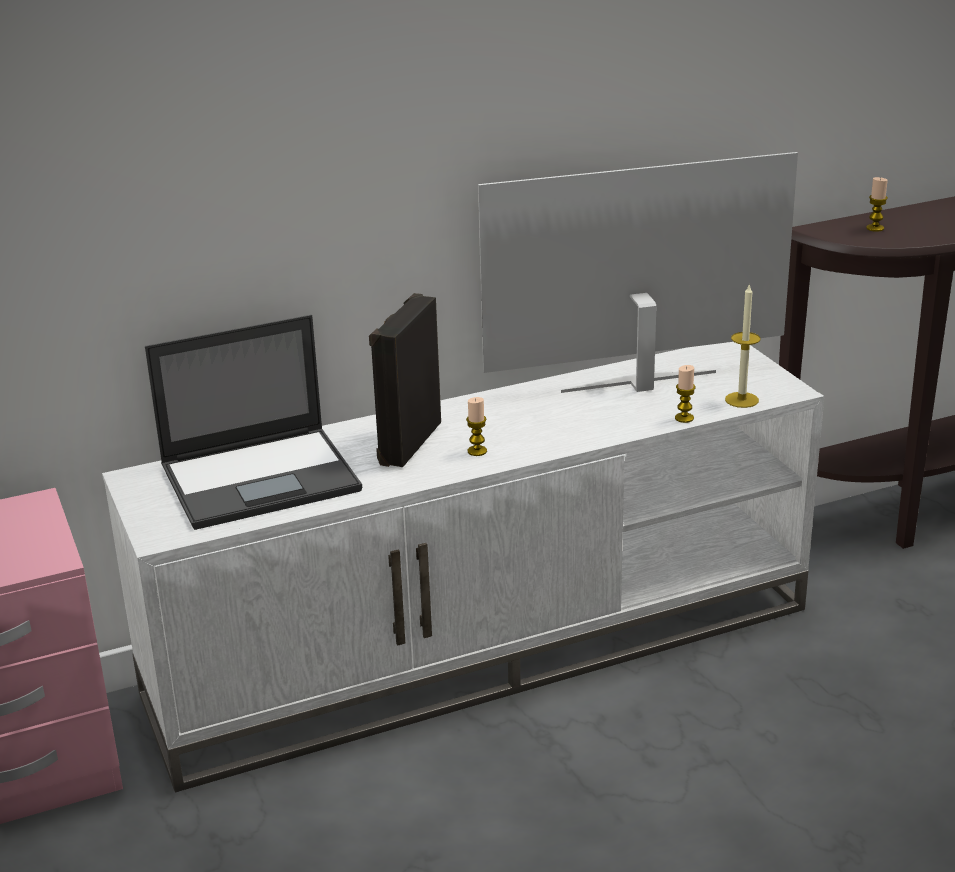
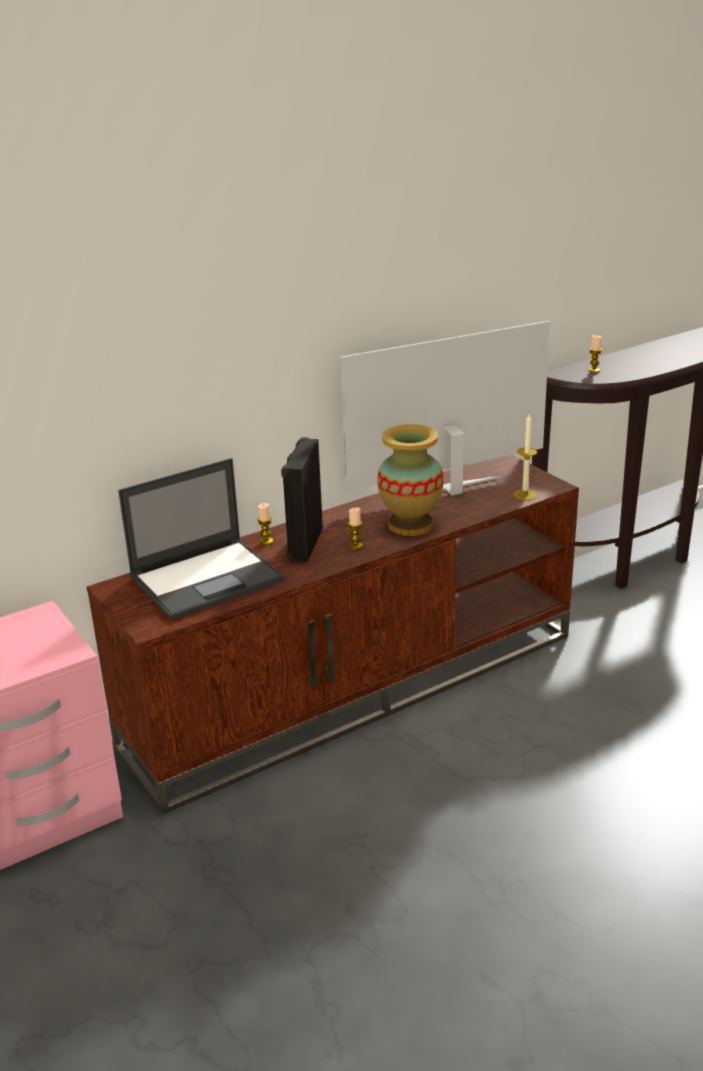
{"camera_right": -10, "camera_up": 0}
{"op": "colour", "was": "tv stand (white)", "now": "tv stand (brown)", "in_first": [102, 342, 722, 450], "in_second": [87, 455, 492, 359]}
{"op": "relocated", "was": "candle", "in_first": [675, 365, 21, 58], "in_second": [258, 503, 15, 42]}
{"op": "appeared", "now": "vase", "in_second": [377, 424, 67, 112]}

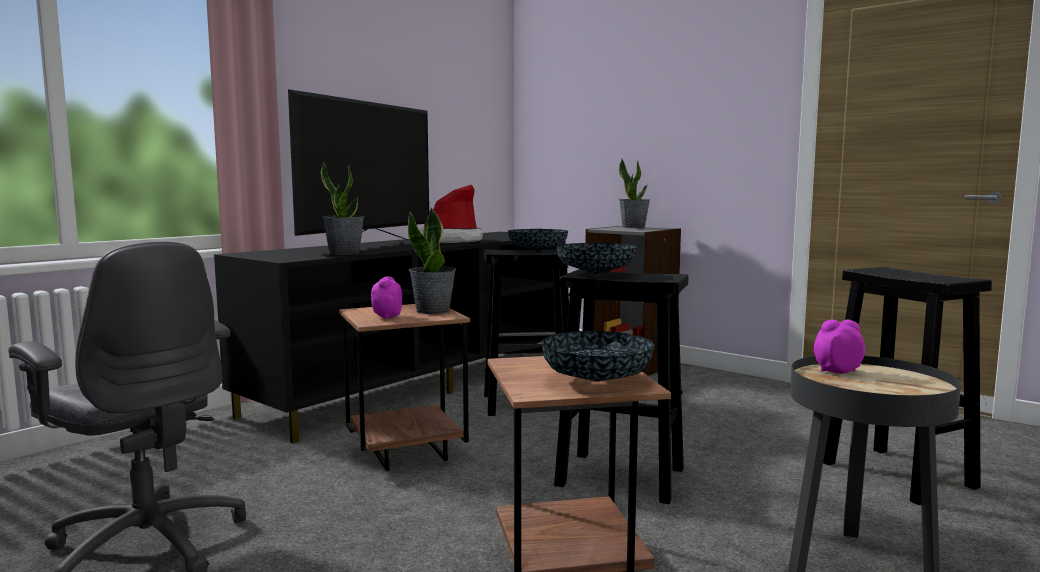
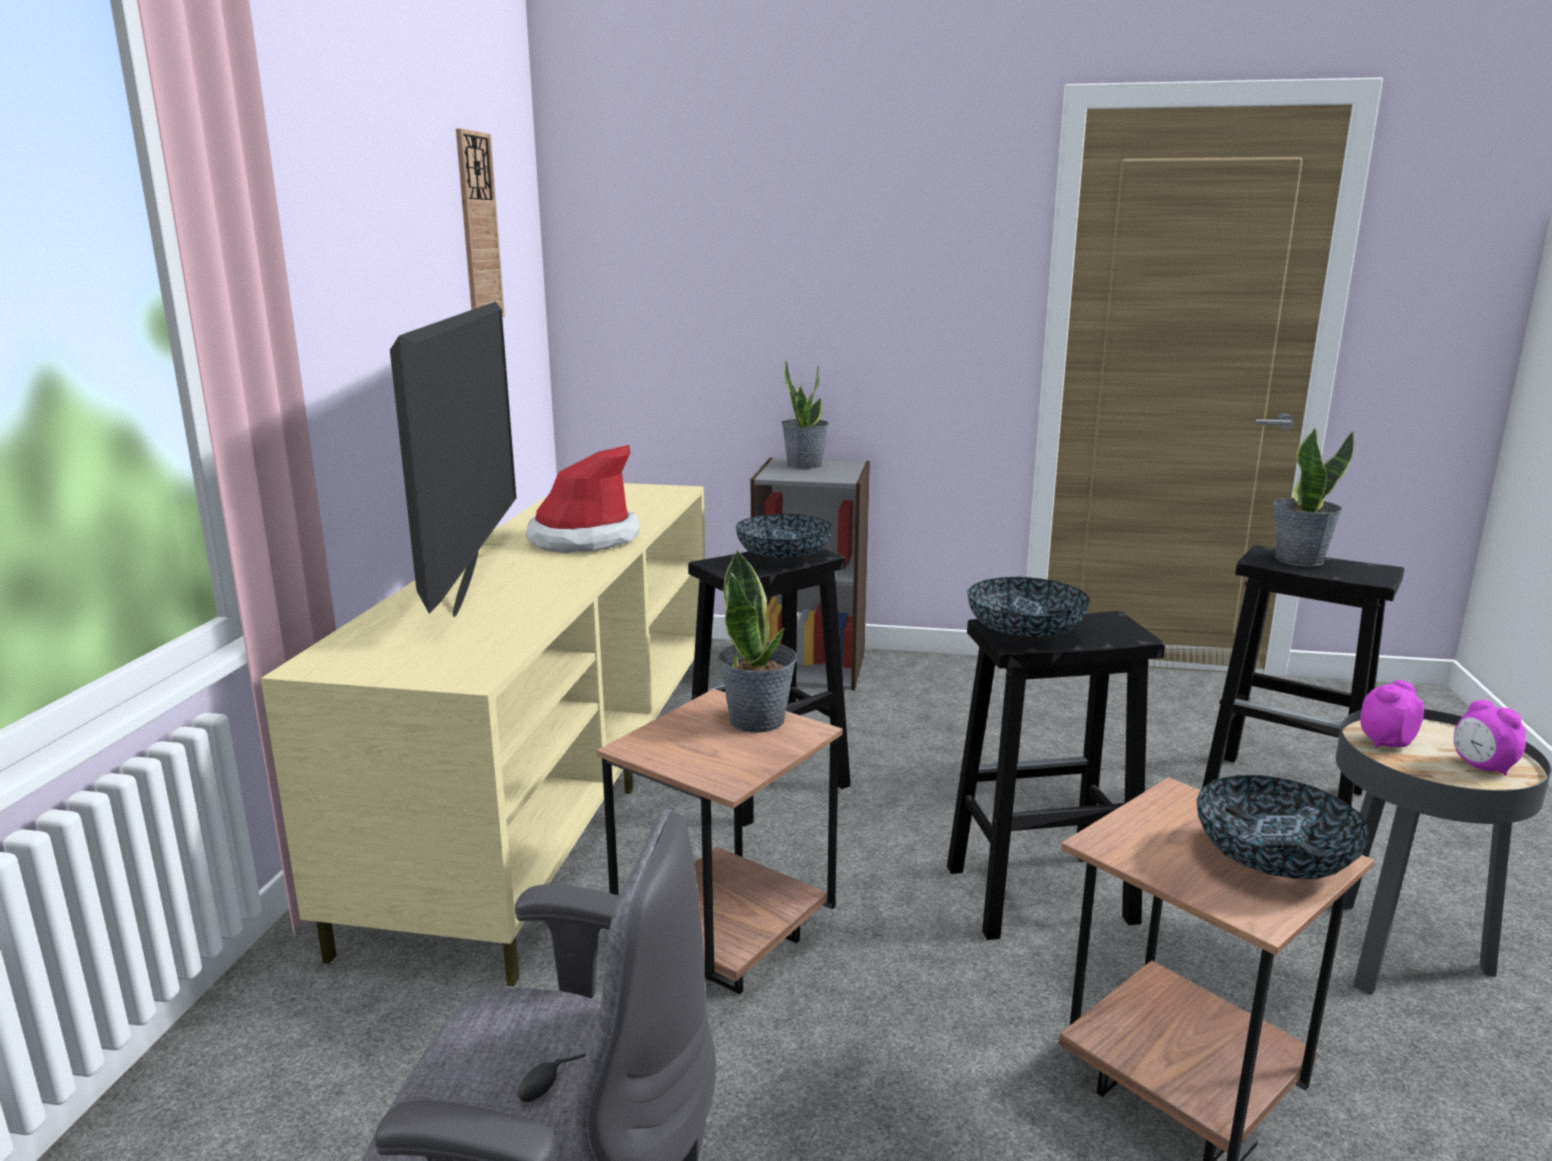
{"camera_right": -30, "camera_up": 10}
{"op": "colour", "was": "tv stand (black)", "now": "tv stand (beige)", "in_first": [214, 232, 351, 211], "in_second": [261, 483, 444, 504]}
{"op": "appeared", "now": "wall clock", "in_second": [456, 128, 49, 189]}
{"op": "relocated", "was": "potted plant", "in_first": [321, 162, 43, 93], "in_second": [1273, 428, 81, 138]}
{"op": "relocated", "was": "alarm clock", "in_first": [371, 276, 31, 43], "in_second": [1454, 700, 72, 75]}

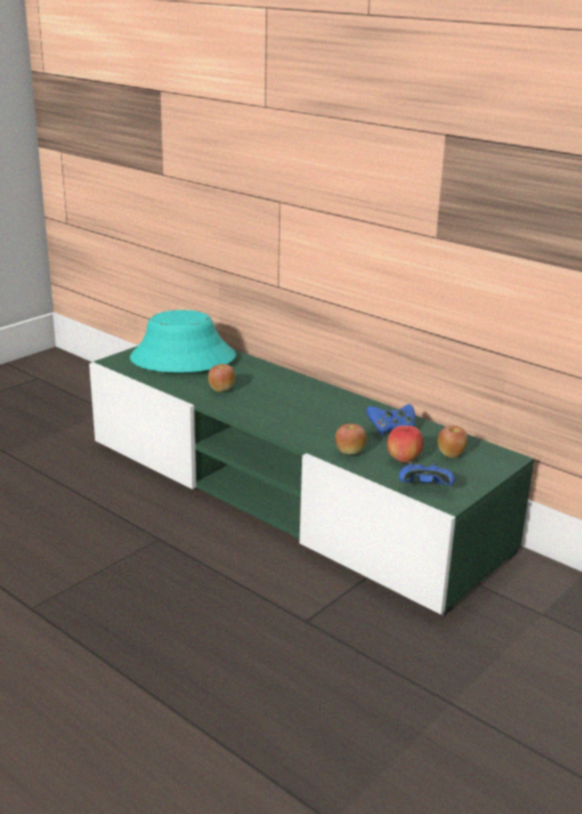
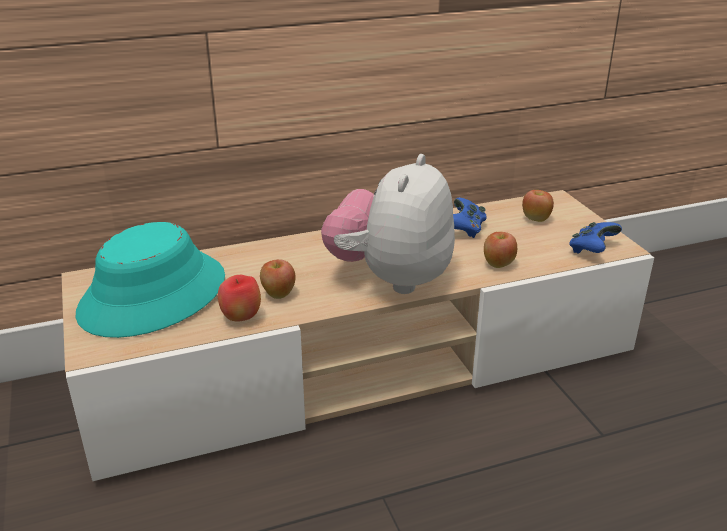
{"camera_right": -60, "camera_up": 5}
{"op": "colour", "was": "tv stand (green)", "now": "tv stand (beige)", "in_first": [89, 346, 445, 270], "in_second": [61, 190, 593, 291]}
{"op": "relocated", "was": "apple", "in_first": [387, 426, 36, 37], "in_second": [218, 275, 43, 46]}
{"op": "appeared", "now": "plush toy", "in_second": [321, 154, 134, 140]}

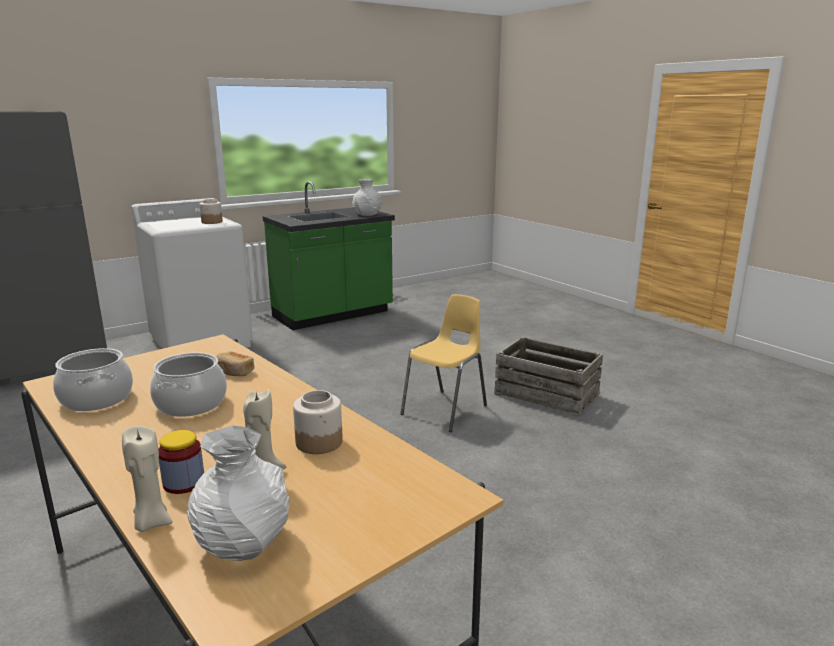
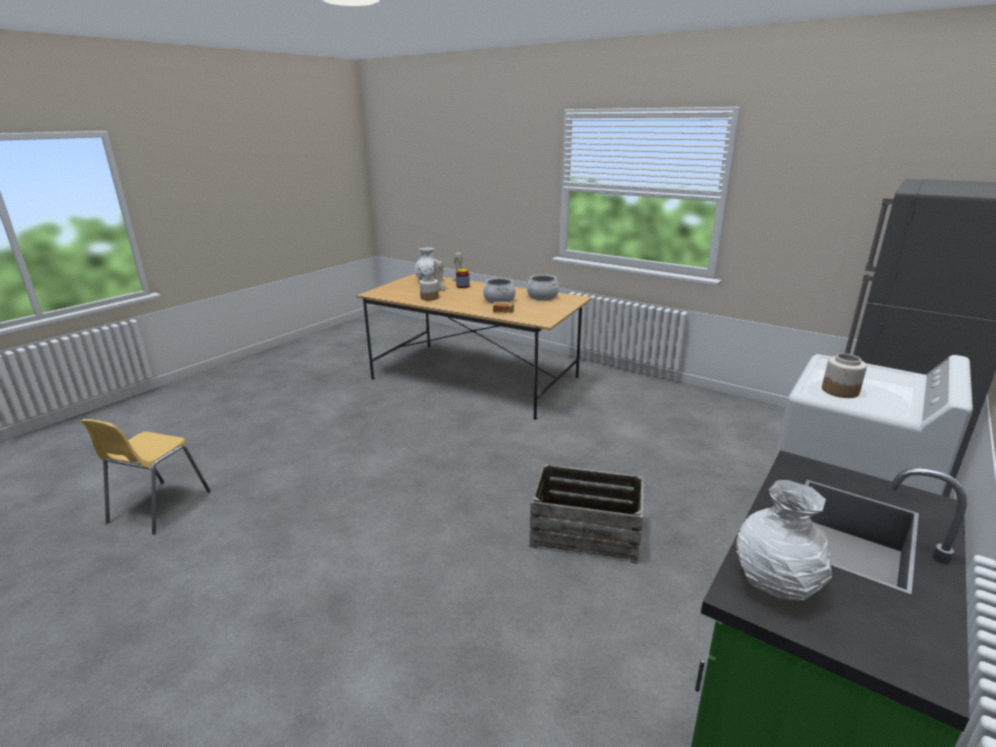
{"camera_right": 160, "camera_up": 5}
{"op": "relocated", "was": "chair (yellow)", "in_first": [401, 294, 86, 138], "in_second": [81, 419, 130, 115]}
{"op": "relocated", "was": "crate", "in_first": [494, 337, 109, 80], "in_second": [530, 464, 114, 100]}

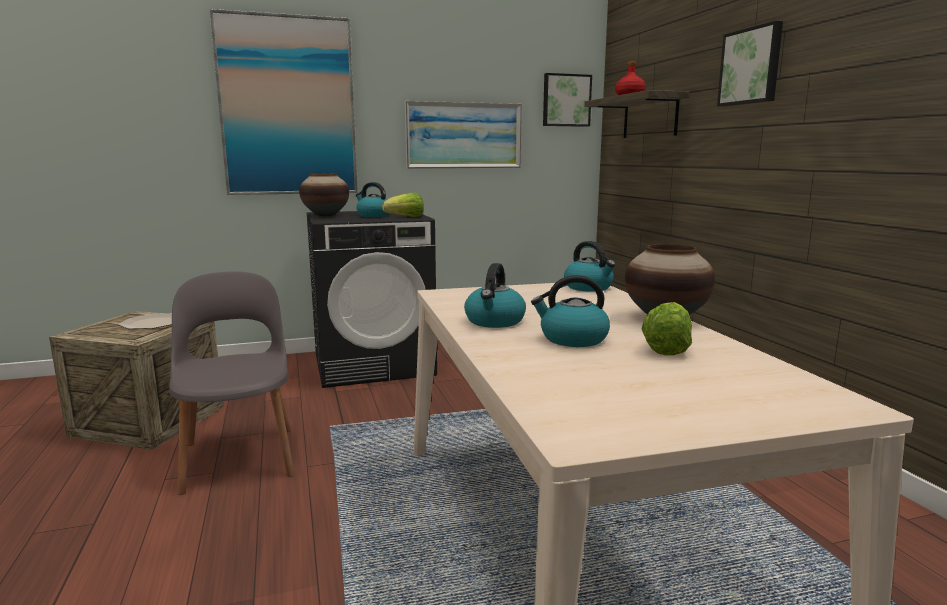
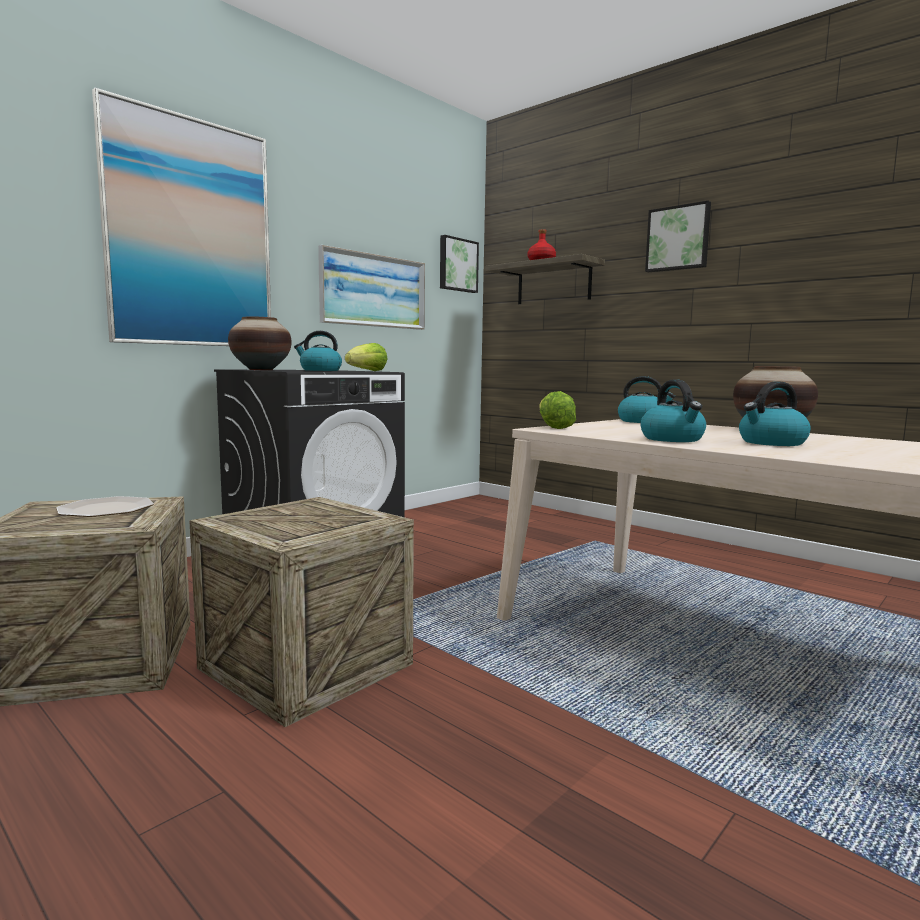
{"camera_right": -30, "camera_up": -5}
{"op": "exchanged", "was": "chair (grey)", "now": "crate", "in_first": [169, 271, 126, 224], "in_second": [189, 497, 225, 230]}
{"op": "relocated", "was": "lettuce", "in_first": [642, 302, 50, 53], "in_second": [540, 391, 36, 38]}

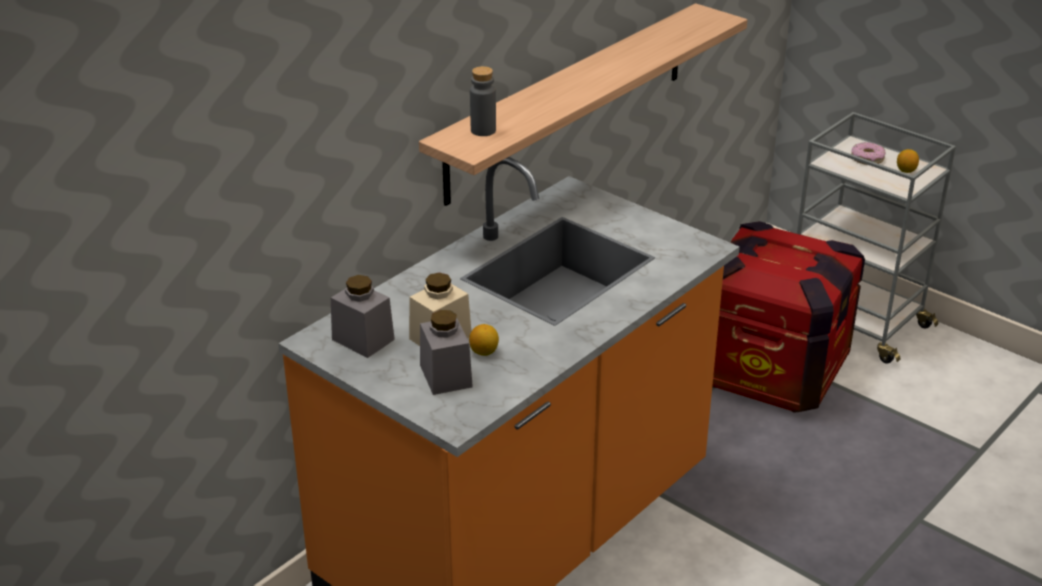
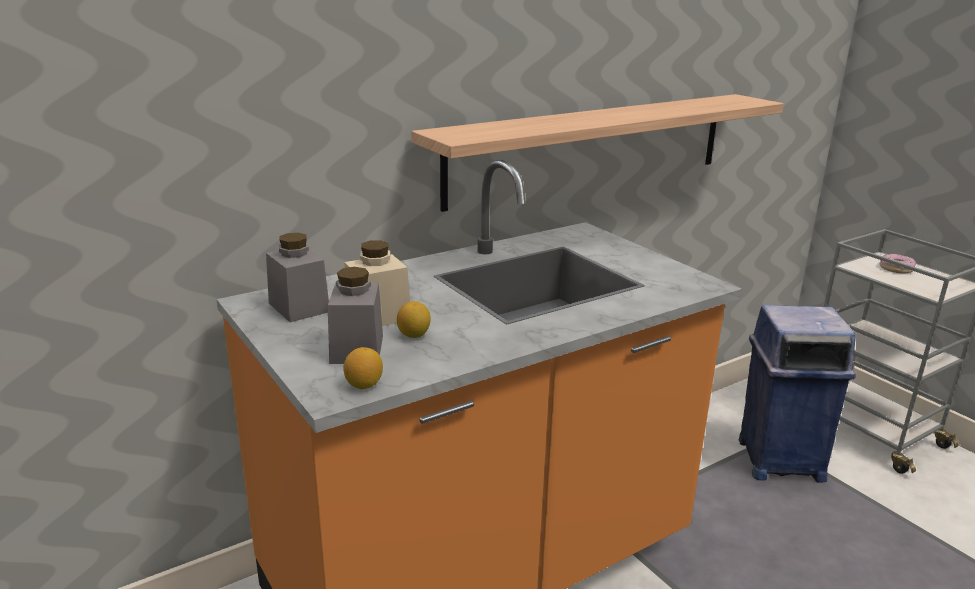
{"camera_right": 15, "camera_up": -10}
{"op": "relocated", "was": "lemon", "in_first": [897, 149, 22, 24], "in_second": [343, 347, 40, 42]}
{"op": "exchanged", "was": "crate", "now": "trash can (blue)", "in_first": [712, 221, 153, 192], "in_second": [739, 305, 117, 178]}
{"op": "missing", "was": "bottle (grey)", "in_first": [470, 66, 26, 70]}

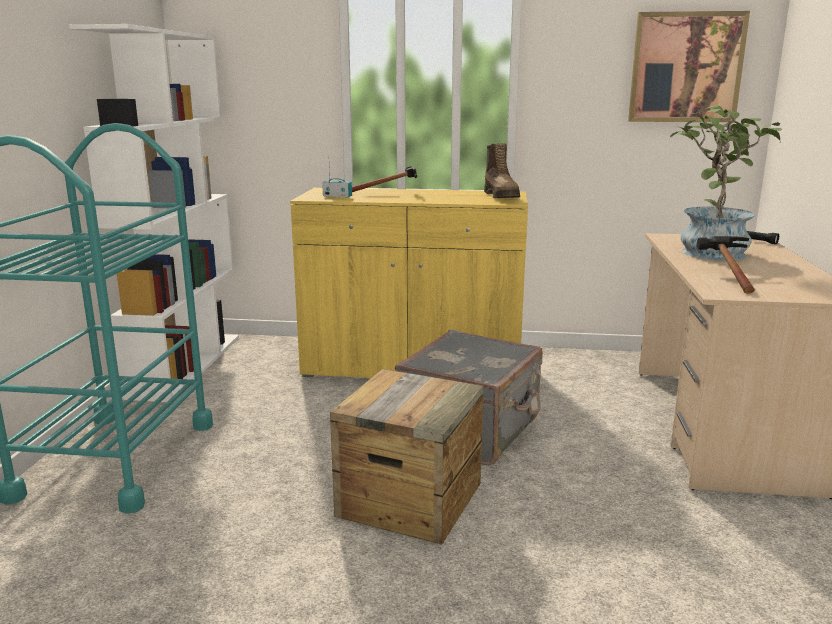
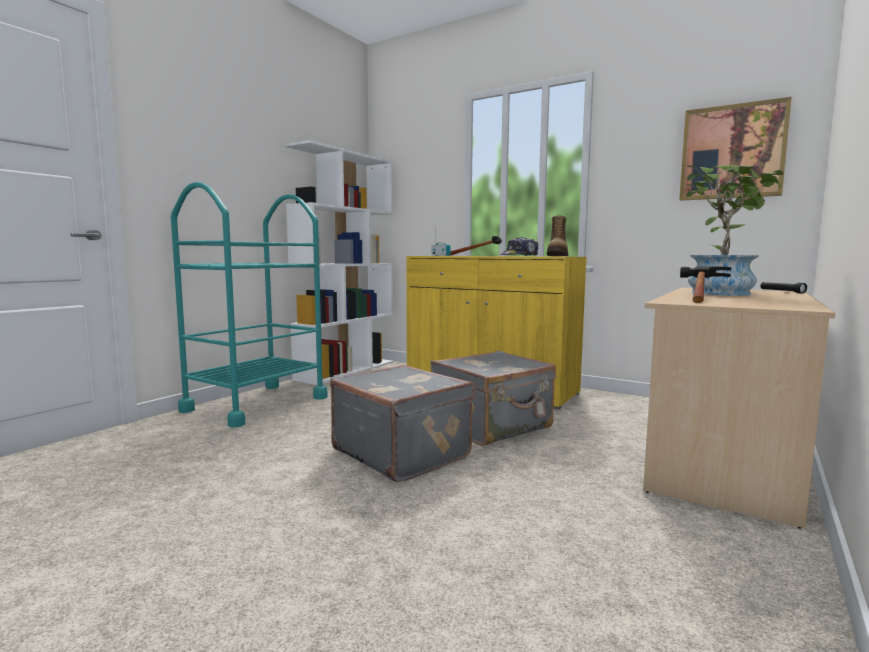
{"camera_right": 25, "camera_up": -10}
{"op": "exchanged", "was": "crate", "now": "suitcase (grey)", "in_first": [330, 369, 154, 175], "in_second": [330, 365, 145, 117]}
{"op": "appeared", "now": "cap", "in_second": [500, 237, 38, 19]}

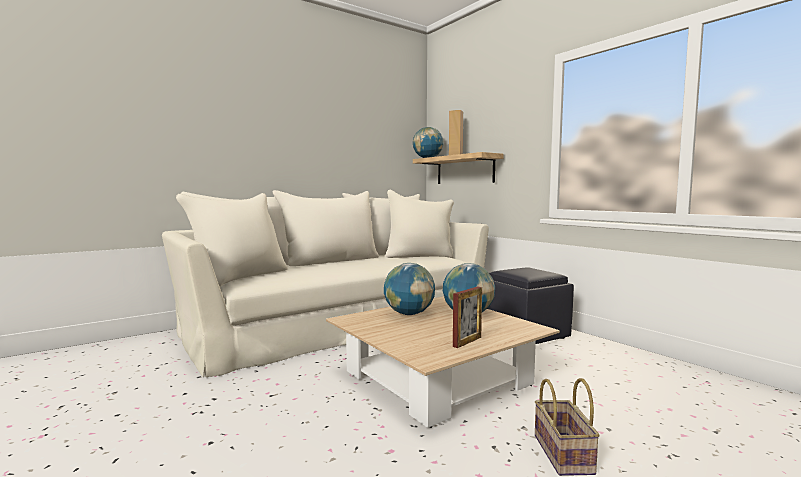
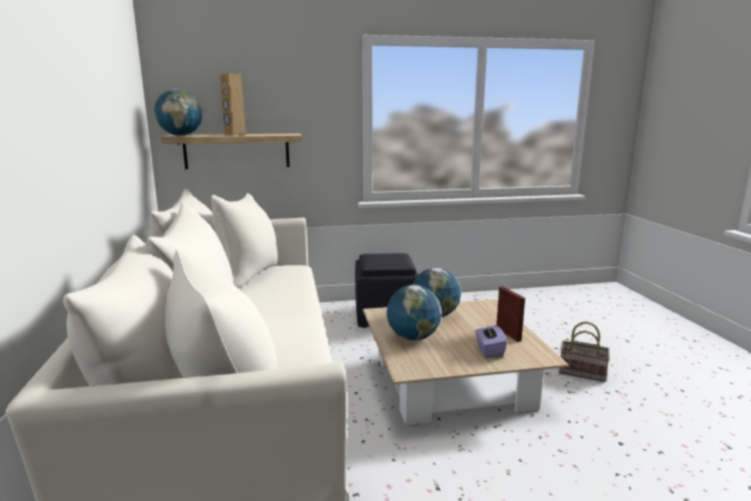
{"camera_right": -65, "camera_up": 10}
{"op": "appeared", "now": "tissue box (purple)", "in_second": [475, 325, 32, 32]}

